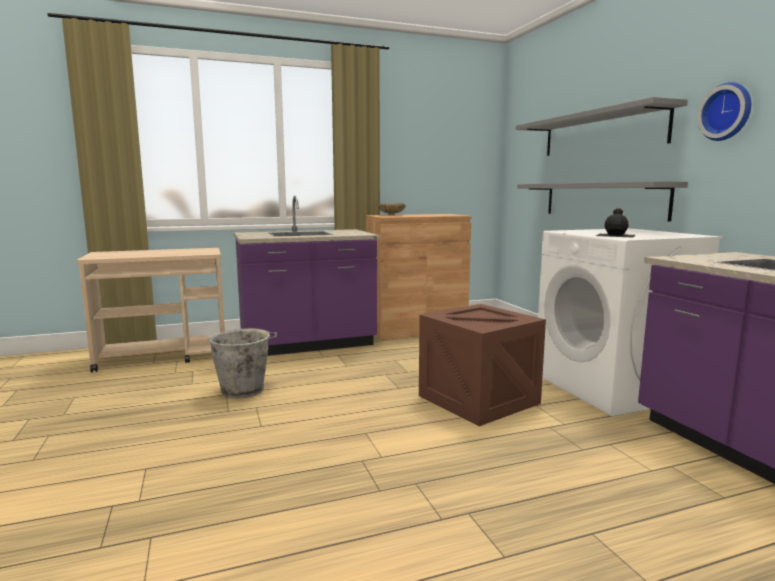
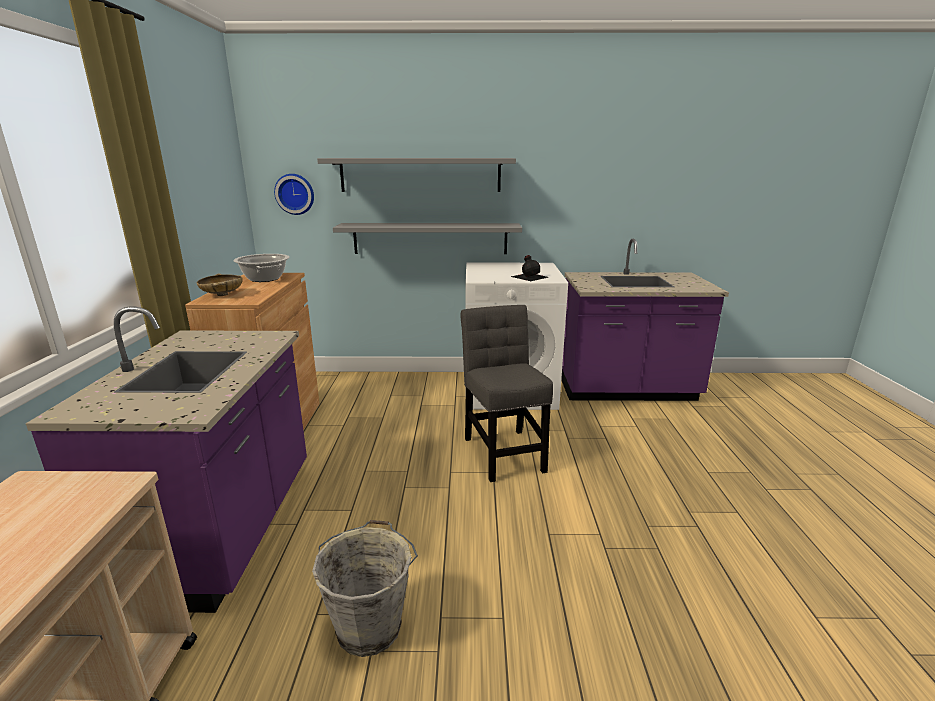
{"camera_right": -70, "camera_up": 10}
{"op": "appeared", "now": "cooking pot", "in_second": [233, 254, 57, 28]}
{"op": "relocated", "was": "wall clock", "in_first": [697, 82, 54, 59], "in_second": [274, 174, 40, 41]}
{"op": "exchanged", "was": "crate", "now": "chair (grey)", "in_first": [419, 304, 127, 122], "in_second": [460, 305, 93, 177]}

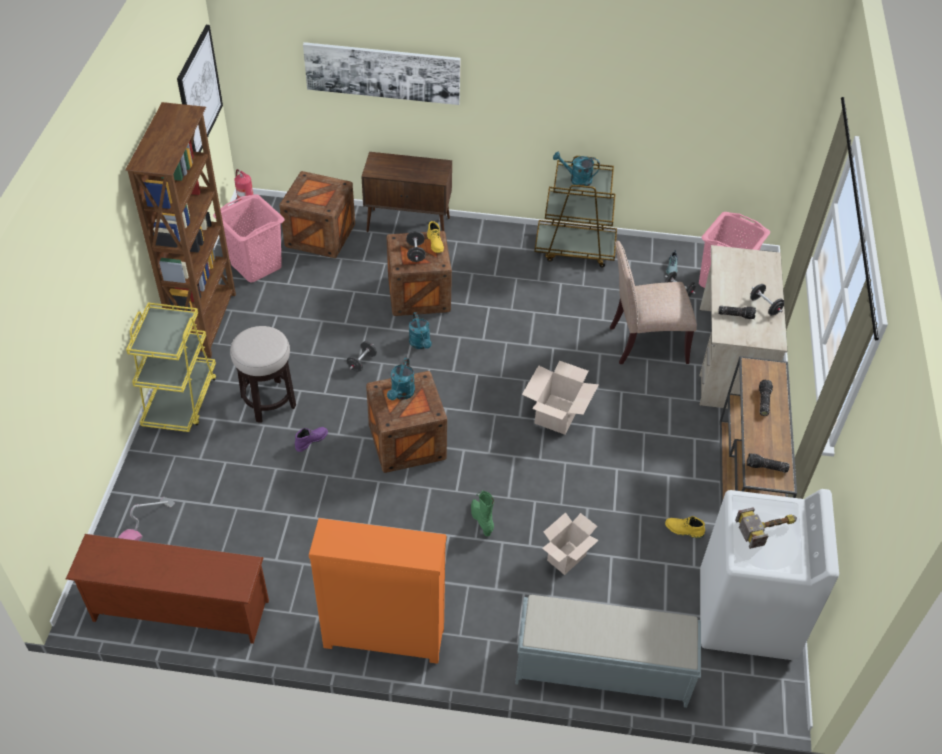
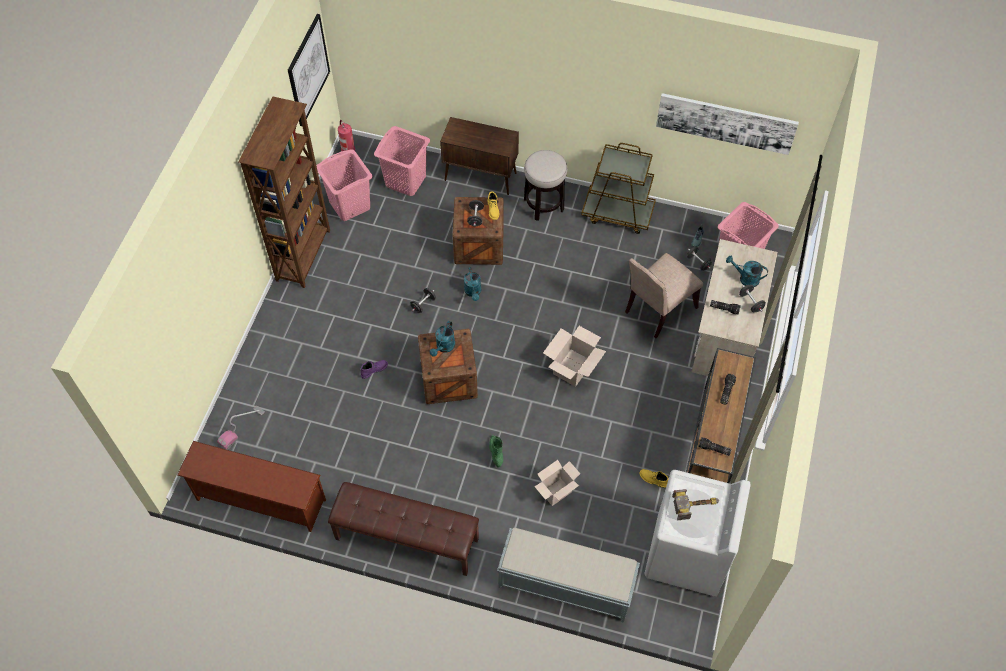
{"camera_right": 10, "camera_up": 10}
{"op": "exchanged", "was": "dresser (orange)", "now": "bench (brown)", "in_first": [309, 518, 137, 146], "in_second": [328, 482, 151, 94]}
{"op": "exchanged", "was": "crate", "now": "laundry basket (pink)", "in_first": [279, 171, 76, 87], "in_second": [374, 126, 56, 70]}
{"op": "relocated", "was": "stool", "in_first": [230, 326, 66, 97], "in_second": [524, 150, 43, 71]}
{"op": "spun", "was": "chair (beige)", "in_first": [610, 241, 87, 123], "in_second": [625, 253, 78, 85], "clockwise": -45}
{"op": "relocated", "was": "picture", "in_first": [303, 42, 158, 63], "in_second": [656, 93, 143, 62]}
{"op": "relocated", "was": "watering can (turquoise)", "in_first": [553, 152, 47, 34], "in_second": [726, 256, 42, 31]}
{"op": "missing", "was": "cart (yellow)", "in_first": [126, 303, 91, 129]}

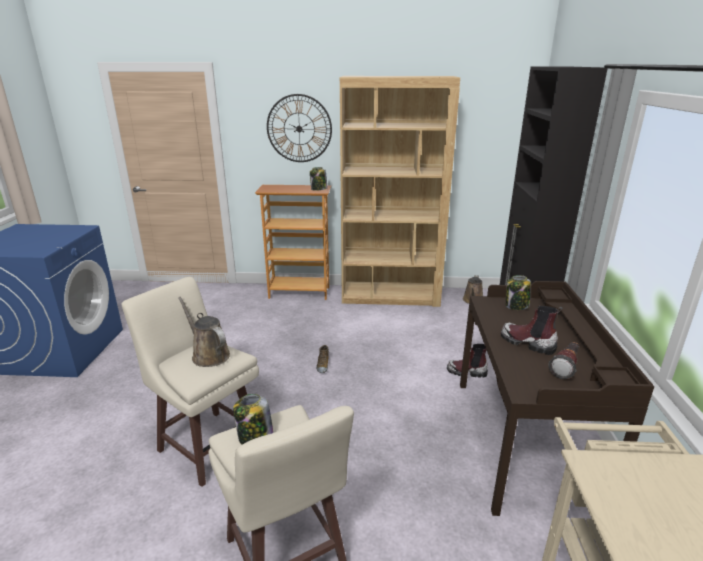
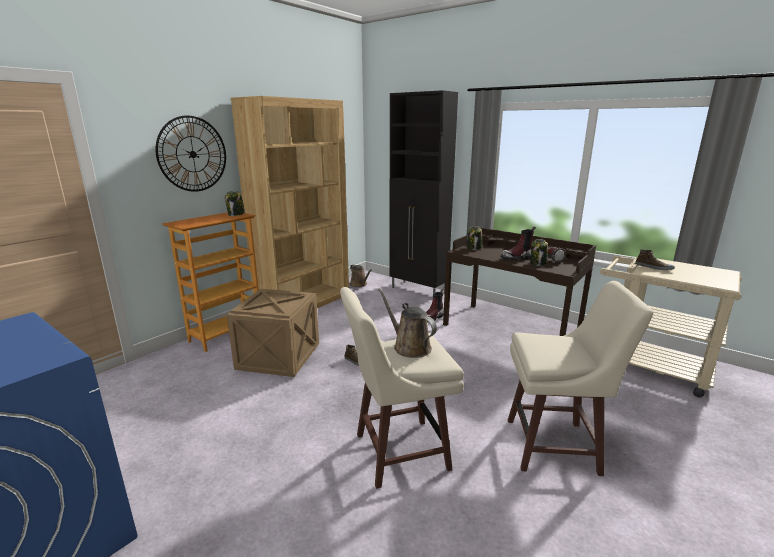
{"camera_right": -55, "camera_up": -5}
{"op": "appeared", "now": "crate", "in_second": [227, 289, 92, 88]}
{"op": "spun", "was": "watering can (brown)", "in_first": [178, 297, 52, 70], "in_second": [378, 288, 59, 70], "clockwise": 60}
{"op": "relocated", "was": "jar", "in_first": [233, 394, 40, 50], "in_second": [530, 239, 18, 27]}
{"op": "appeared", "now": "shoe", "in_second": [635, 249, 40, 21]}

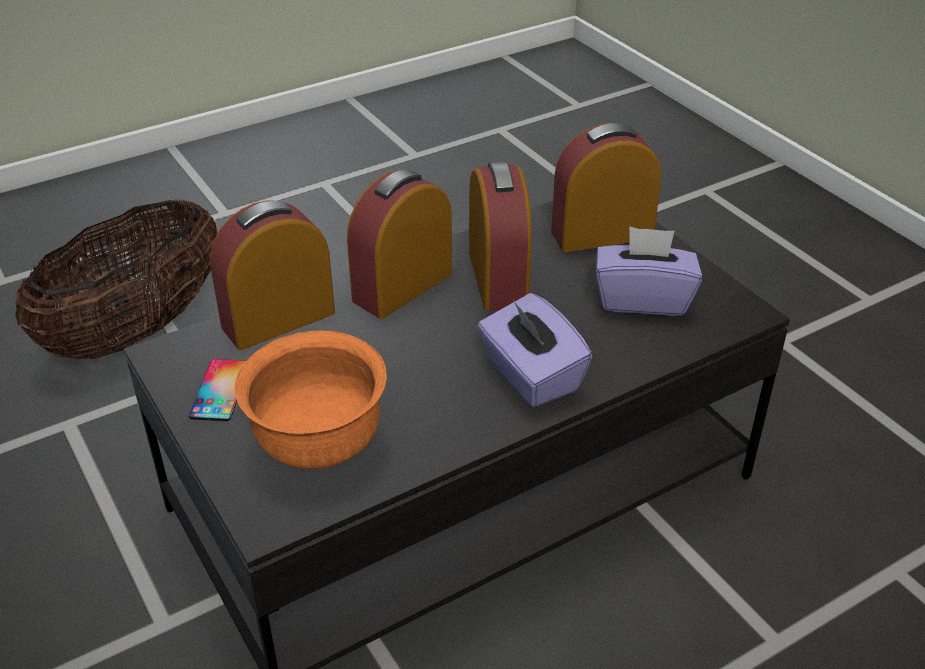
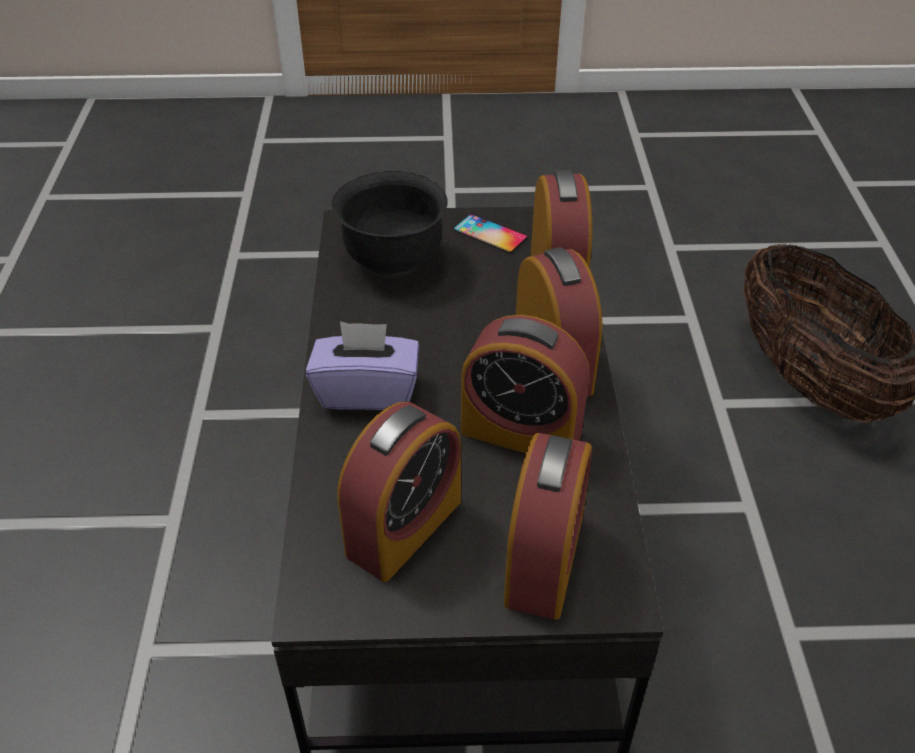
{"camera_right": 120, "camera_up": 5}
{"op": "colour", "was": "bowl (orange)", "now": "bowl (black)", "in_first": [235, 331, 152, 138], "in_second": [332, 171, 116, 106]}
{"op": "exchanged", "was": "tissue box (purple)", "now": "alarm clock", "in_first": [596, 226, 106, 90], "in_second": [337, 402, 124, 180]}

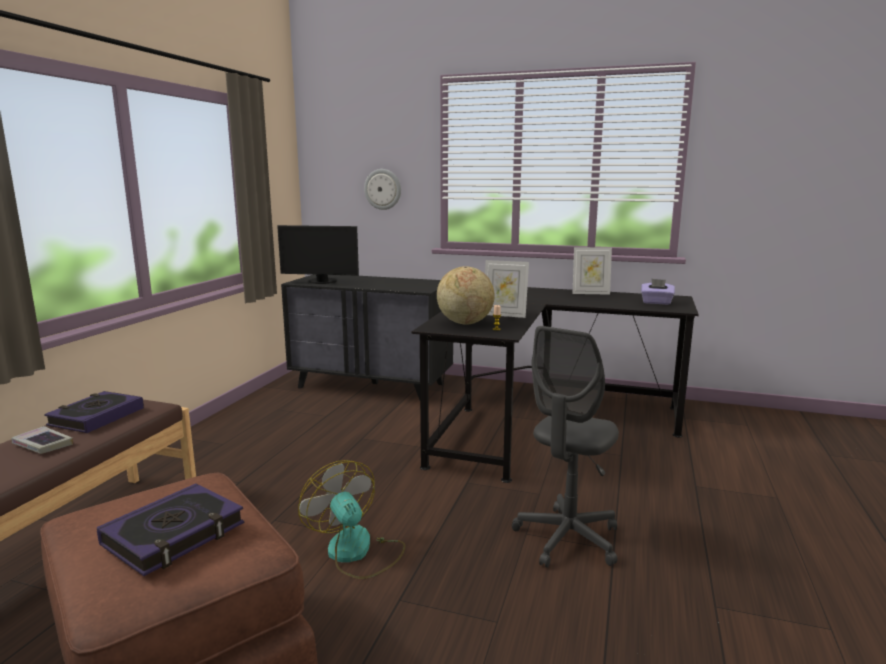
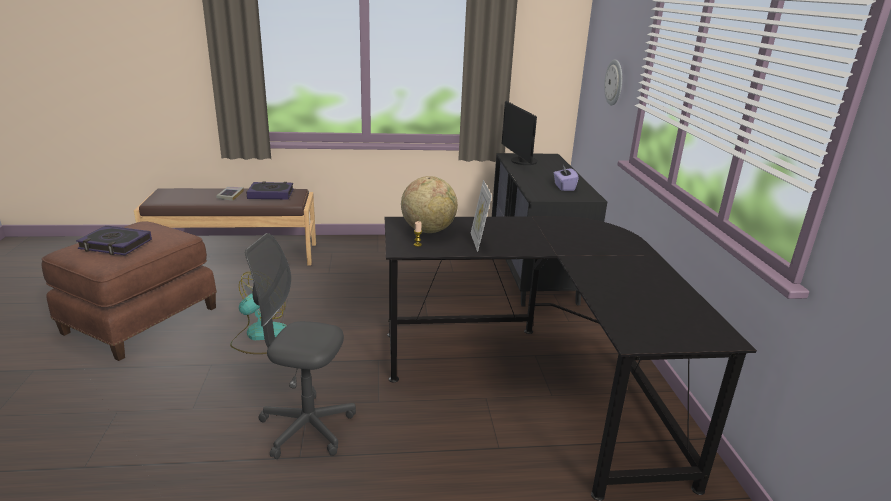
{"camera_right": 65, "camera_up": 10}
{"op": "relocated", "was": "tissue box (purple)", "in_first": [641, 279, 34, 26], "in_second": [554, 165, 25, 26]}
{"op": "missing", "was": "picture frame", "in_first": [573, 247, 39, 48]}

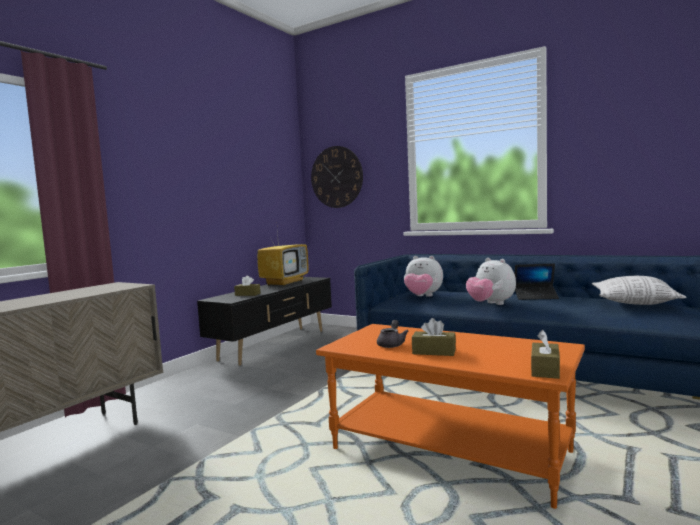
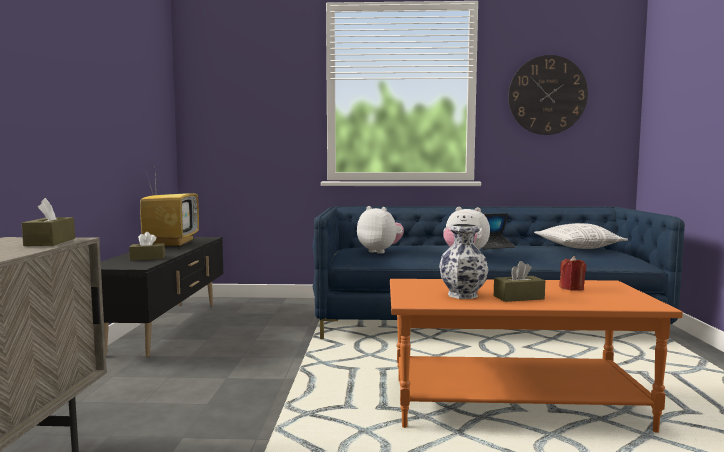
{"camera_right": -30, "camera_up": 0}
{"op": "relocated", "was": "tissue box (brown)", "in_first": [531, 330, 29, 49], "in_second": [21, 198, 54, 48]}
{"op": "spun", "was": "plush toy", "in_first": [404, 256, 39, 41], "in_second": [357, 206, 47, 48], "clockwise": -135}
{"op": "exchanged", "was": "teapot (grey)", "now": "vase", "in_first": [377, 320, 32, 28], "in_second": [439, 224, 49, 75]}
{"op": "relocated", "was": "wall clock", "in_first": [311, 146, 52, 62], "in_second": [508, 55, 80, 80]}
{"op": "appeared", "now": "candle (red)", "in_second": [559, 256, 28, 35]}

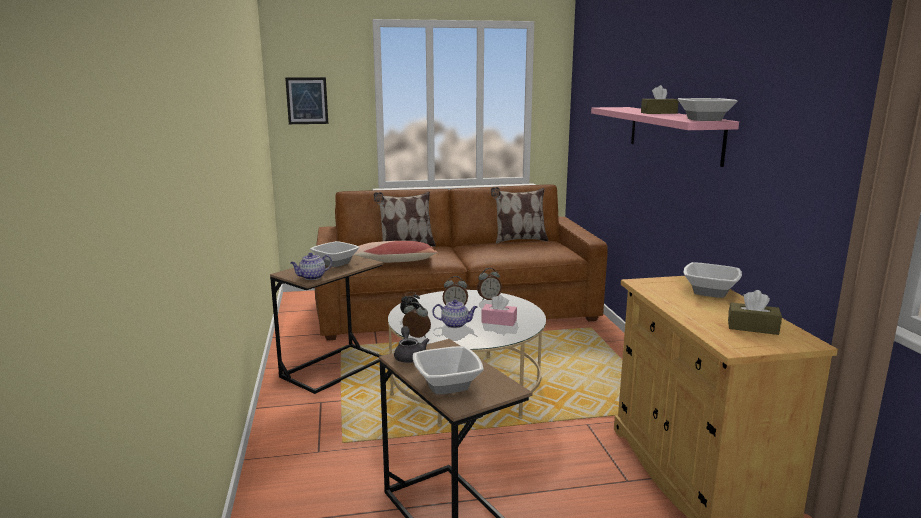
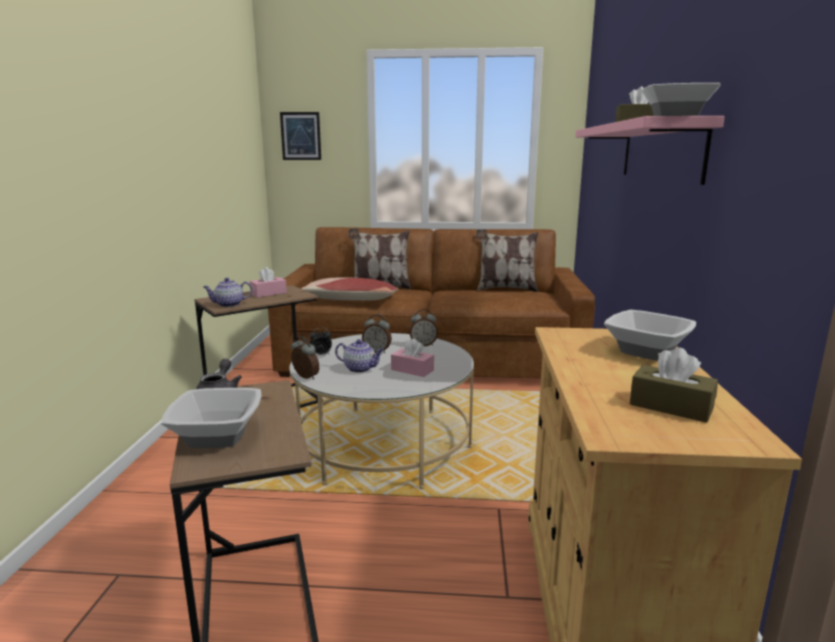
{"camera_right": 15, "camera_up": 0}
{"op": "exchanged", "was": "bowl", "now": "tissue box (pink)", "in_first": [310, 241, 50, 26], "in_second": [250, 267, 37, 31]}

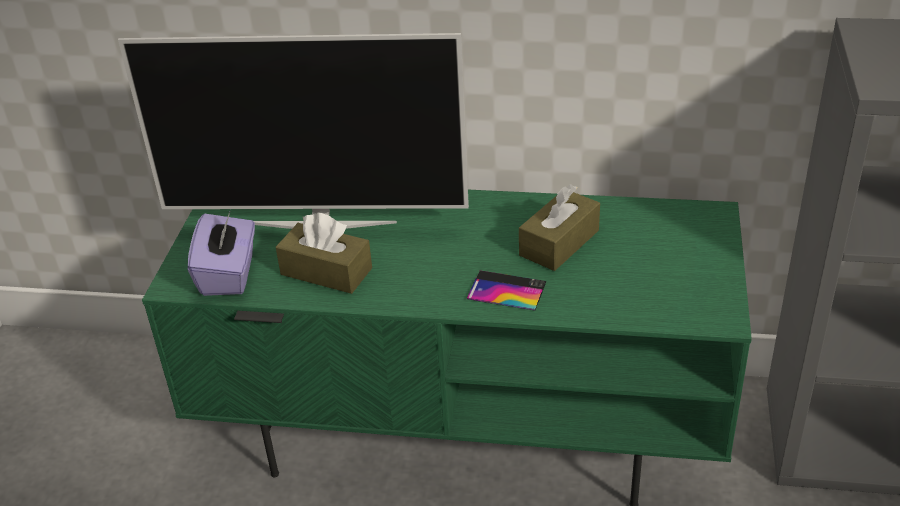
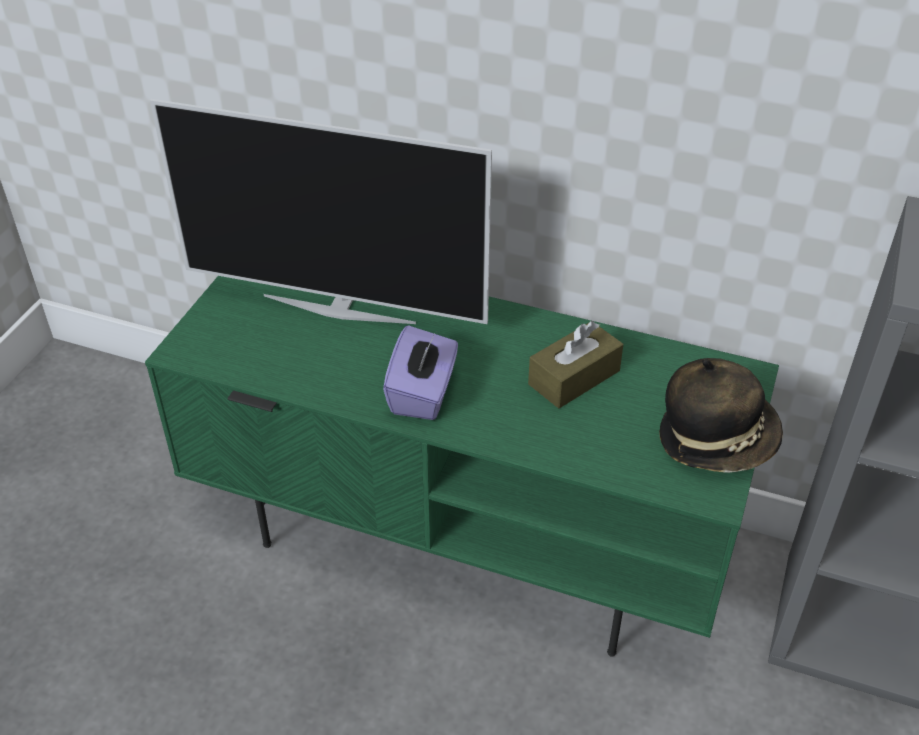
{"camera_right": 10, "camera_up": 5}
{"op": "relocated", "was": "tissue box (purple)", "in_first": [188, 210, 67, 86], "in_second": [383, 325, 75, 95]}
{"op": "appeared", "now": "hat", "in_second": [659, 358, 124, 115]}
{"op": "missing", "was": "tissue box (brown)", "in_first": [276, 213, 96, 81]}
{"op": "missing", "was": "phone", "in_first": [467, 270, 79, 41]}

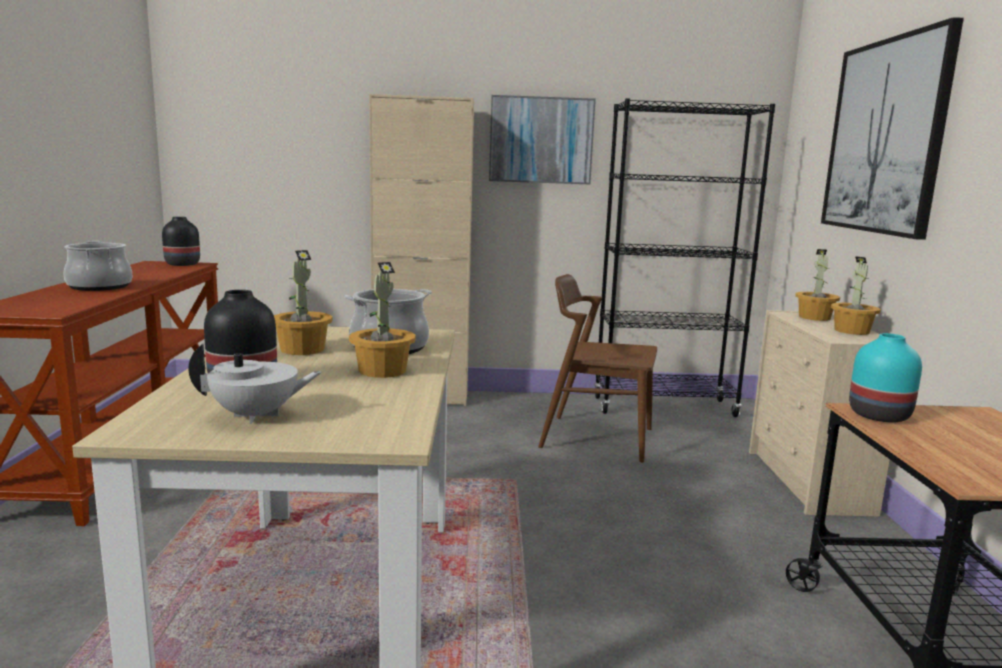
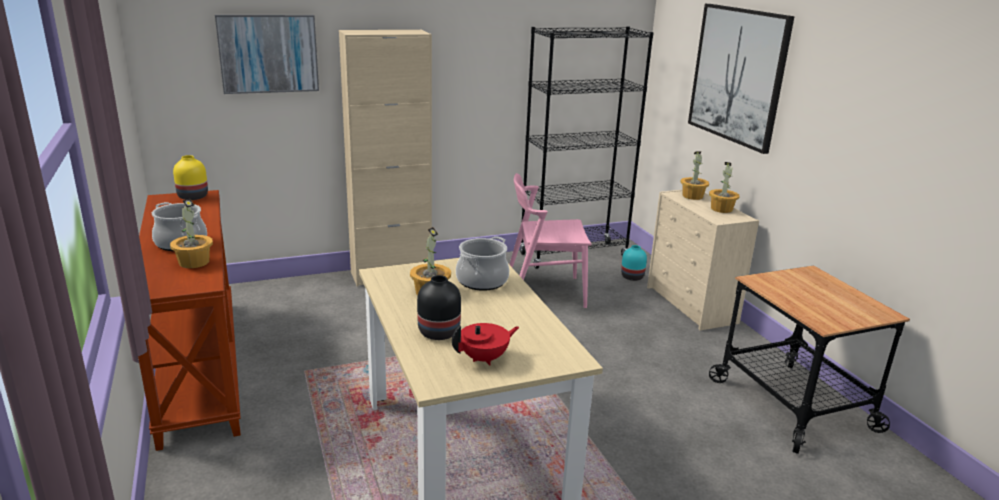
{"camera_right": -20, "camera_up": 10}
{"op": "relocated", "was": "potted plant", "in_first": [349, 262, 67, 116], "in_second": [170, 199, 43, 69]}
{"op": "colour", "was": "vase (black)", "now": "vase (yellow)", "in_first": [162, 217, 38, 49], "in_second": [173, 155, 35, 45]}
{"op": "relocated", "was": "picture", "in_first": [489, 95, 107, 89], "in_second": [215, 15, 104, 79]}
{"op": "colour", "was": "teapot (white)", "now": "teapot (red)", "in_first": [188, 344, 134, 80], "in_second": [452, 323, 67, 43]}
{"op": "colour", "was": "chair (brown)", "now": "chair (pink)", "in_first": [538, 274, 119, 189], "in_second": [509, 173, 82, 135]}
{"op": "relocated", "was": "vase (turquoise)", "in_first": [849, 333, 73, 90], "in_second": [621, 245, 26, 36]}

